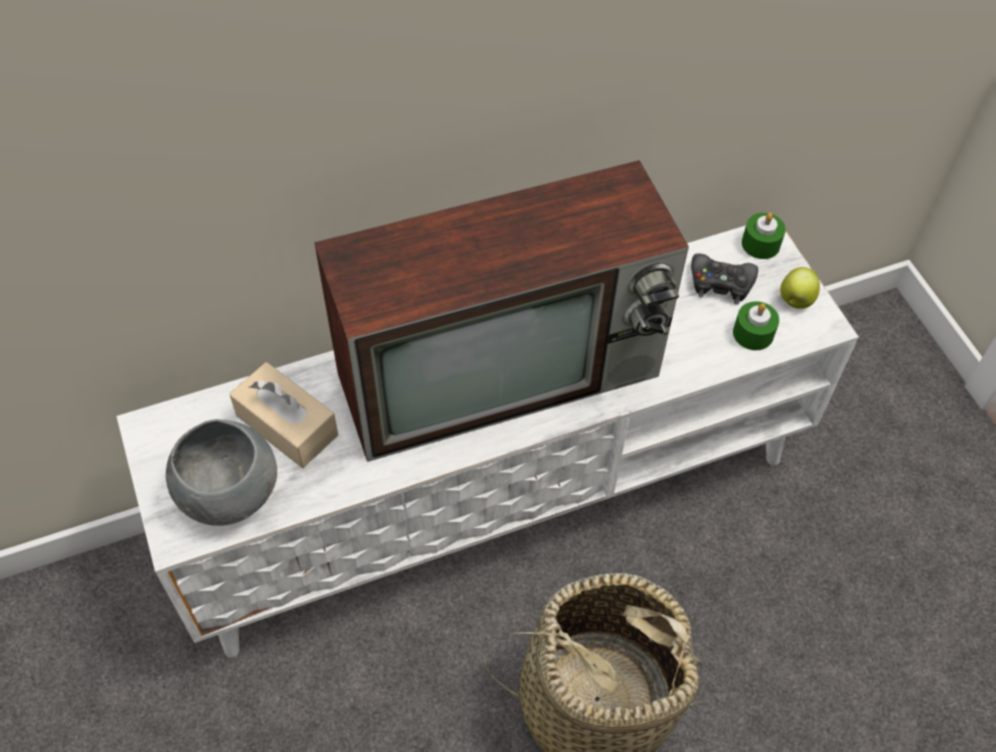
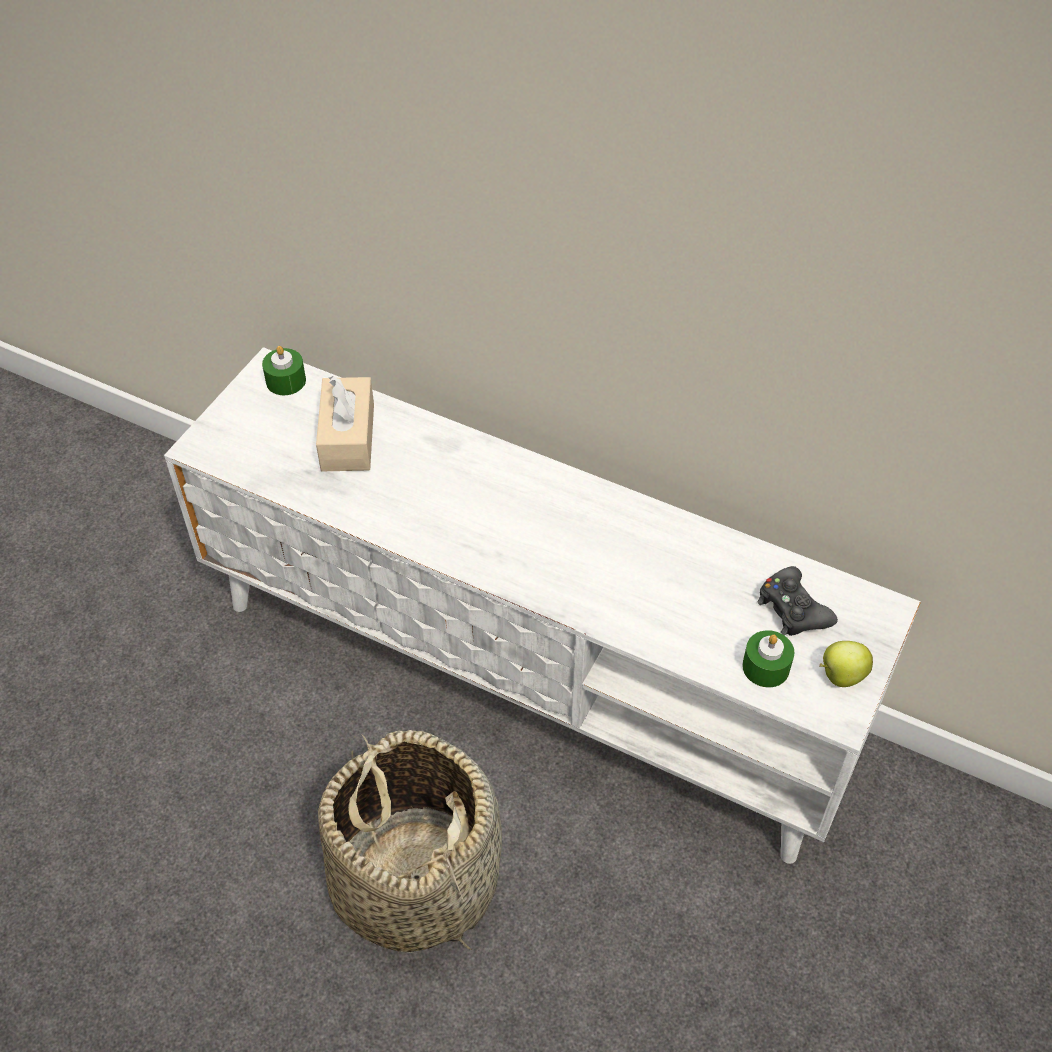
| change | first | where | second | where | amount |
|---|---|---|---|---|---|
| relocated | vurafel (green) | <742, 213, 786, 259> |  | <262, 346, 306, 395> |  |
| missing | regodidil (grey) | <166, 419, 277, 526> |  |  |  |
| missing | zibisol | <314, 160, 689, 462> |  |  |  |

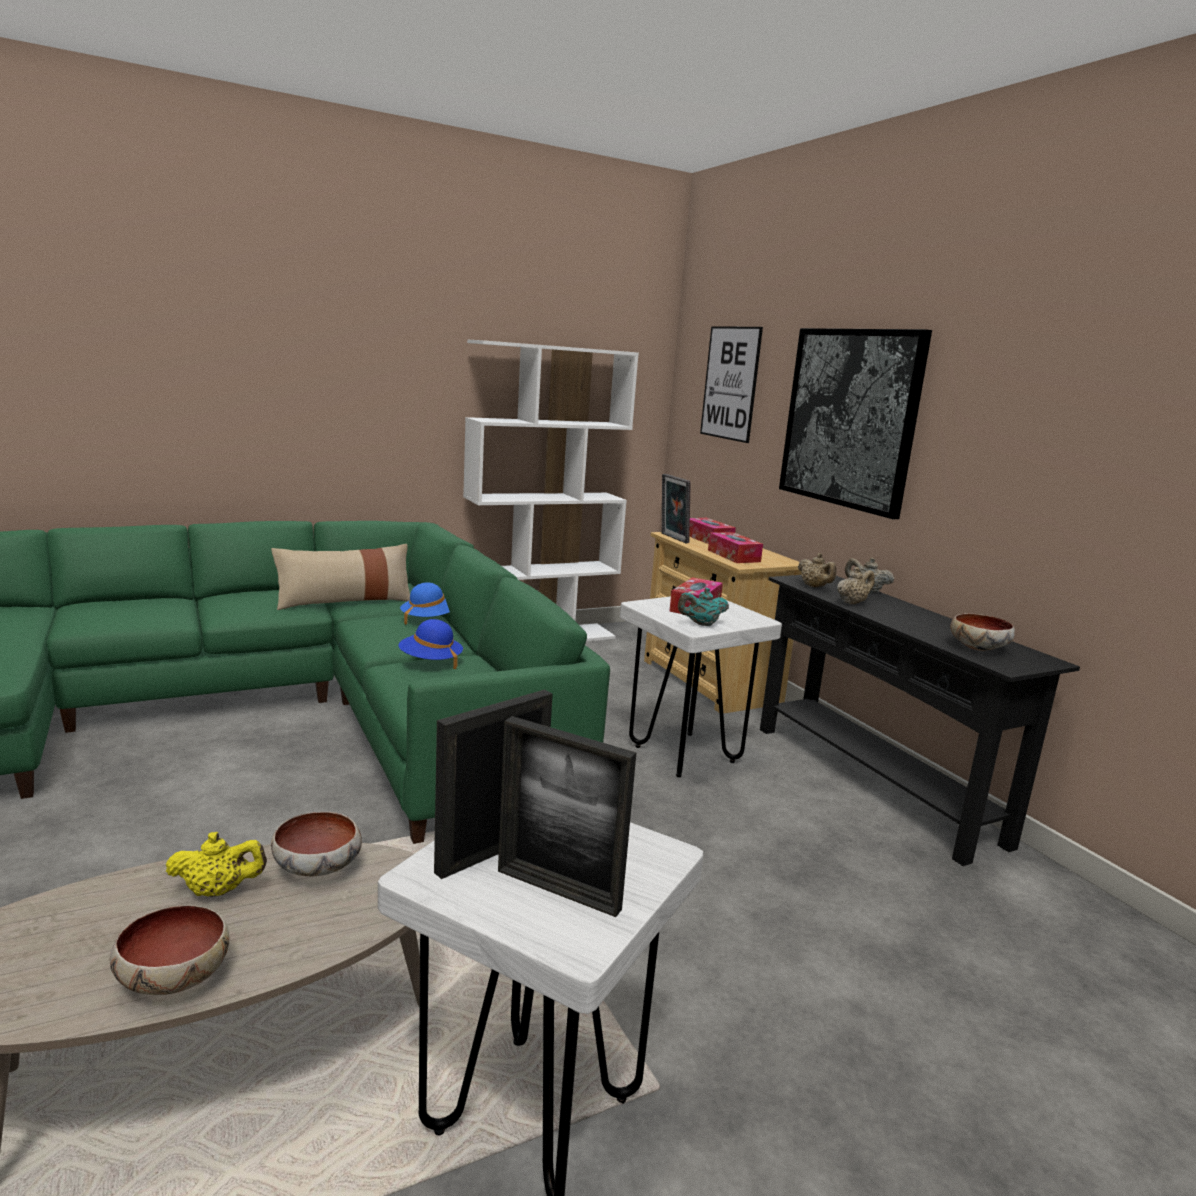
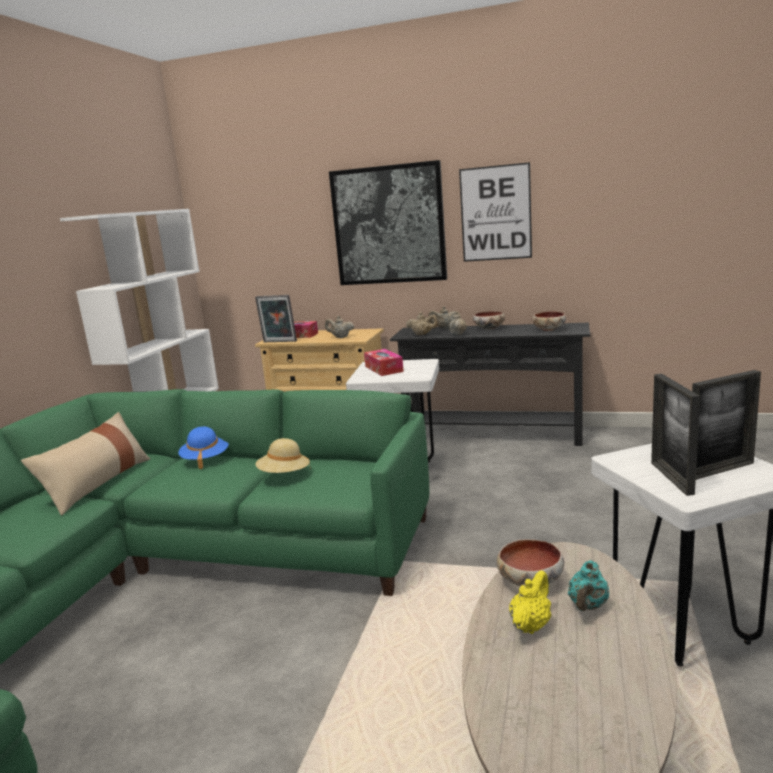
| change | first | where | second | where | amount |
|---|---|---|---|---|---|
| colour | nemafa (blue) | <398, 619, 463, 669> | nemafa (beige) | <255, 438, 311, 473> |  |
| exchanged | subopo | <708, 532, 763, 563> | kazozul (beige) | <325, 316, 354, 338> |  |
| relocated | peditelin | <700, 326, 763, 443> |  | <459, 162, 532, 262> |  |
| relocated | regodidil | <110, 905, 229, 995> |  | <473, 311, 505, 329> |  |
| relocated | kazozul (turquoise) | <678, 588, 729, 626> |  | <568, 560, 609, 611> |  |

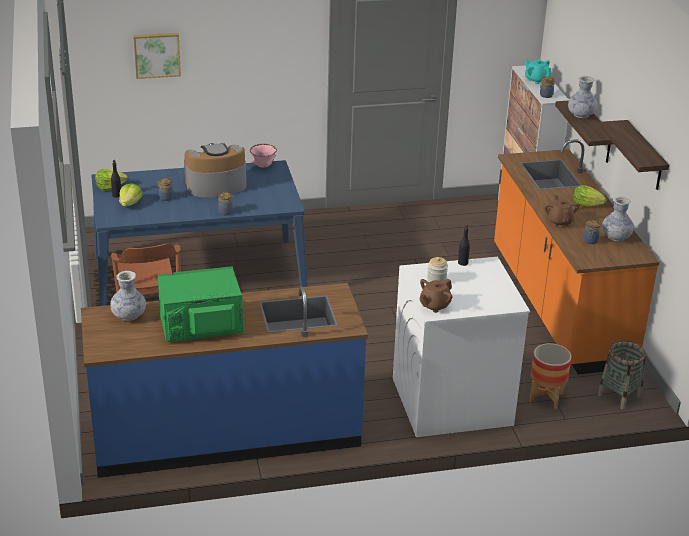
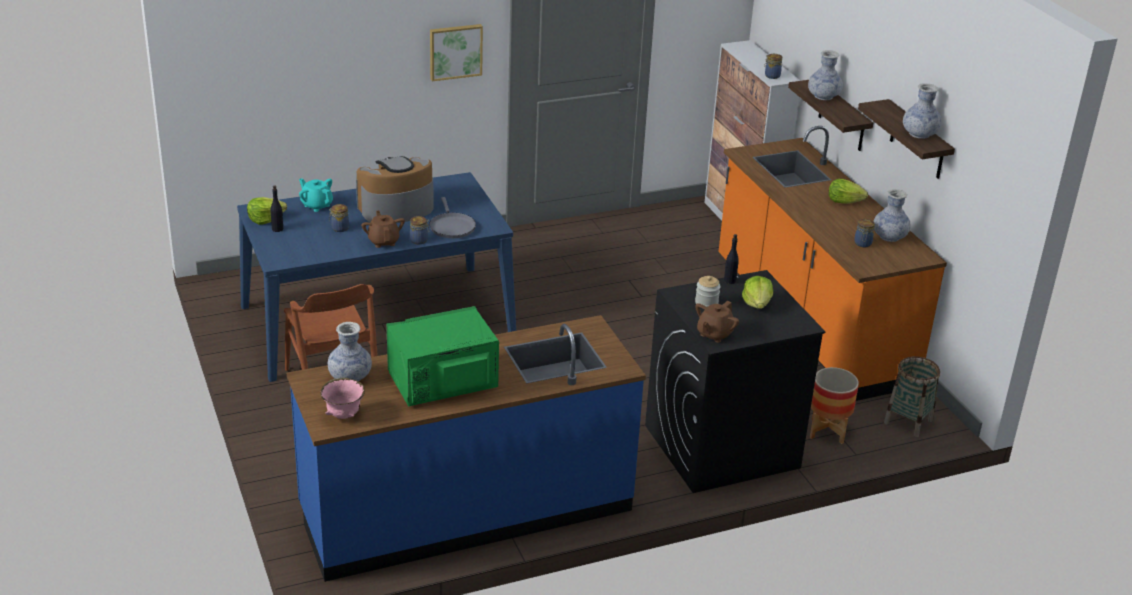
| change | first | where | second | where | amount |
|---|---|---|---|---|---|
| relocated | kazozul (turquoise) | <525, 59, 551, 84> |  | <299, 178, 333, 212> |  |
| relocated | regodidil (pink) | <250, 144, 277, 168> |  | <320, 378, 365, 419> |  |
| relocated | kazozul (brown) | <544, 195, 580, 226> |  | <361, 210, 405, 248> |  |
| appeared |  |  | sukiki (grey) | <429, 197, 476, 238> |  |
| relocated | peditelin | <133, 33, 181, 79> |  | <430, 24, 483, 81> |  |
| colour | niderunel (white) | <393, 257, 530, 437> | niderunel (black) | <645, 270, 826, 493> |  |
| relocated | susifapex | <119, 183, 143, 206> |  | <742, 276, 773, 309> |  |
| appeared |  |  | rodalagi | <903, 83, 942, 139> |  |

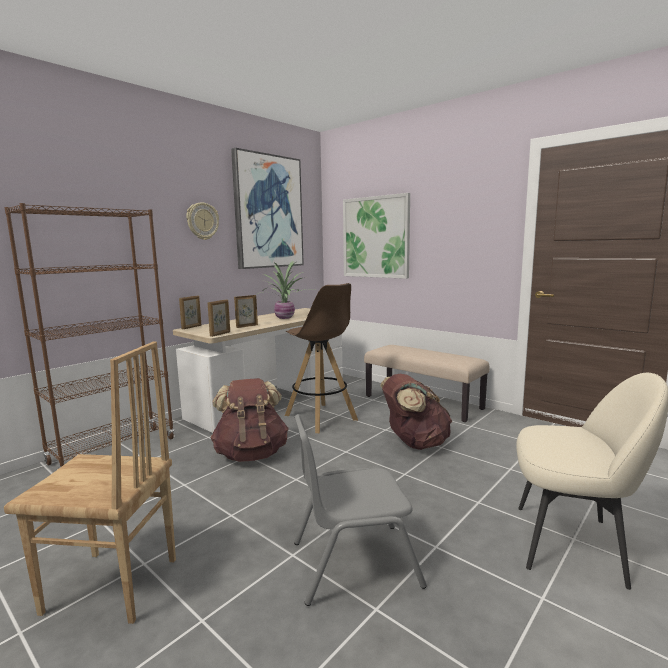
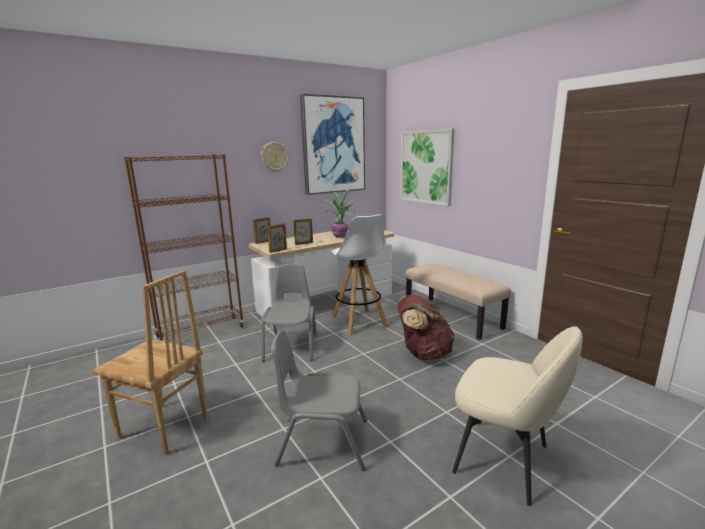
| change | first | where | second | where | amount |
|---|---|---|---|---|---|
| exchanged | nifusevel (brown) | <211, 378, 289, 462> | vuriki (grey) | <261, 264, 316, 362> |  |
| colour | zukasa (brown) | <285, 283, 358, 433> | zukasa (white) | <331, 214, 388, 335> |  |

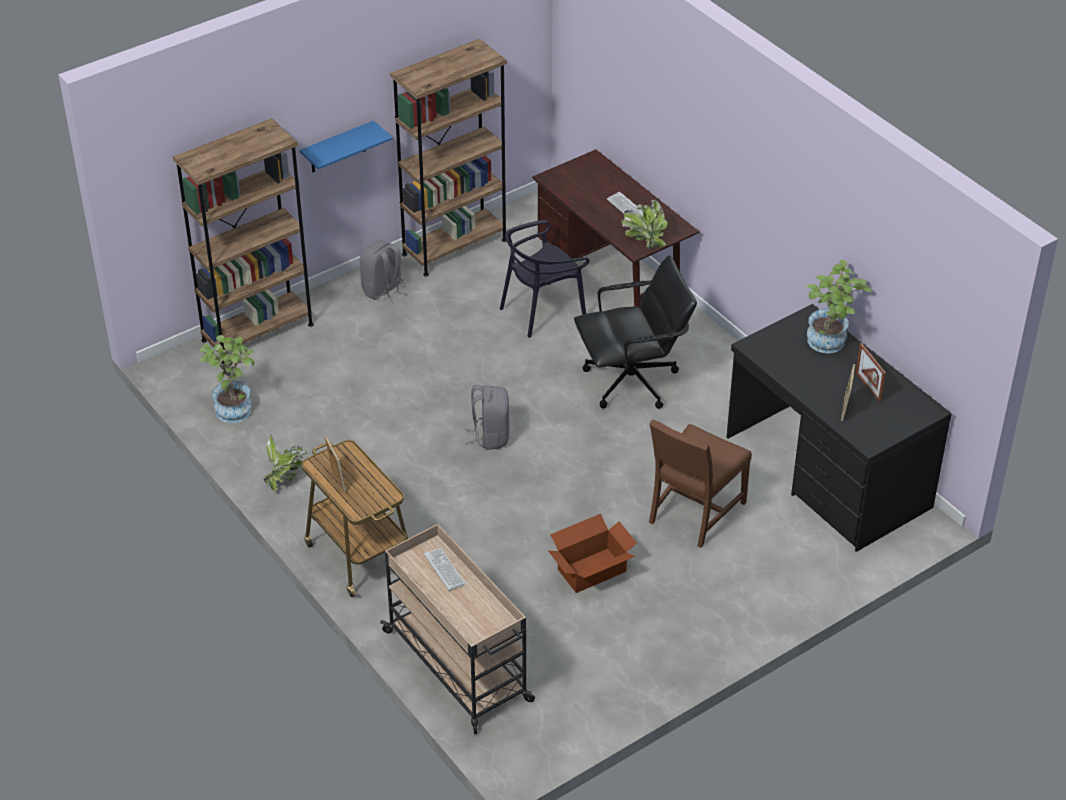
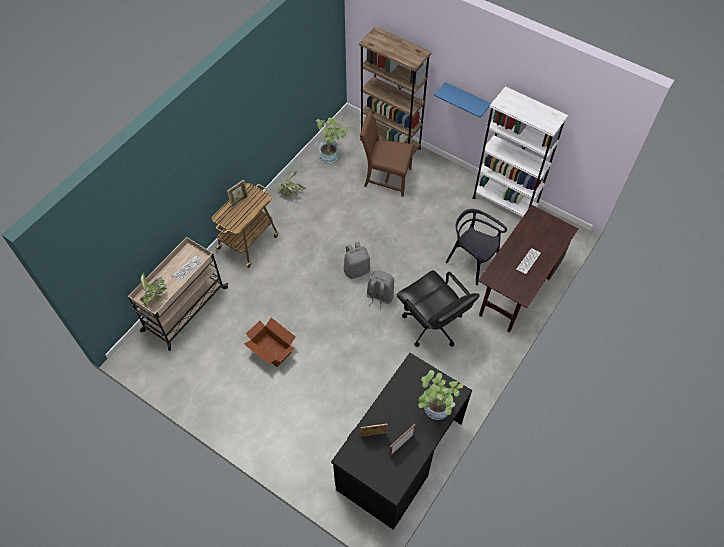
| change | first | where | second | where | amount |
|---|---|---|---|---|---|
| relocated | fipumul | <622, 200, 668, 248> |  | <140, 273, 167, 308> |  |
| relocated | vuriki (brown) | <649, 420, 752, 548> |  | <360, 111, 414, 197> |  |
| relocated | nifusevel (grey) | <360, 240, 407, 304> |  | <367, 270, 394, 310> |  |
| colour | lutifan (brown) | <390, 39, 507, 277> | lutifan (white) | <472, 86, 568, 217> |  |

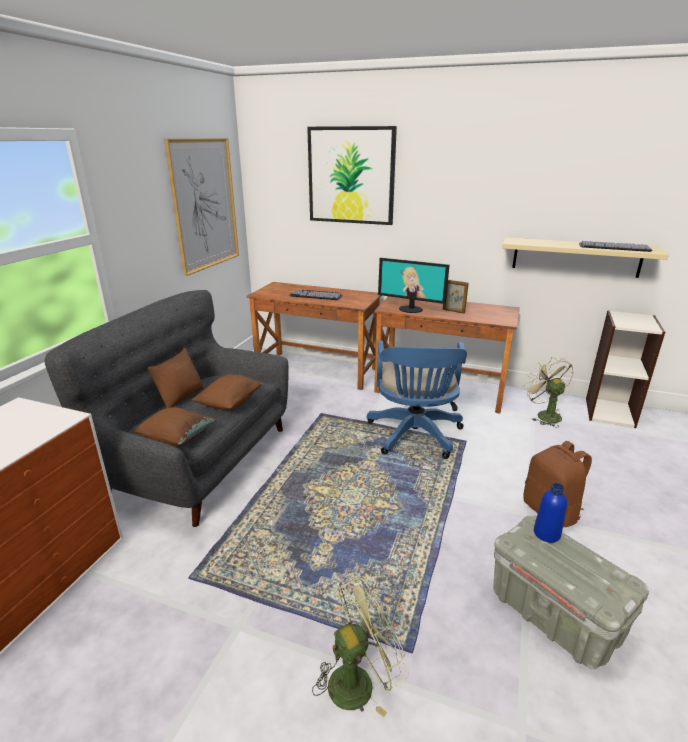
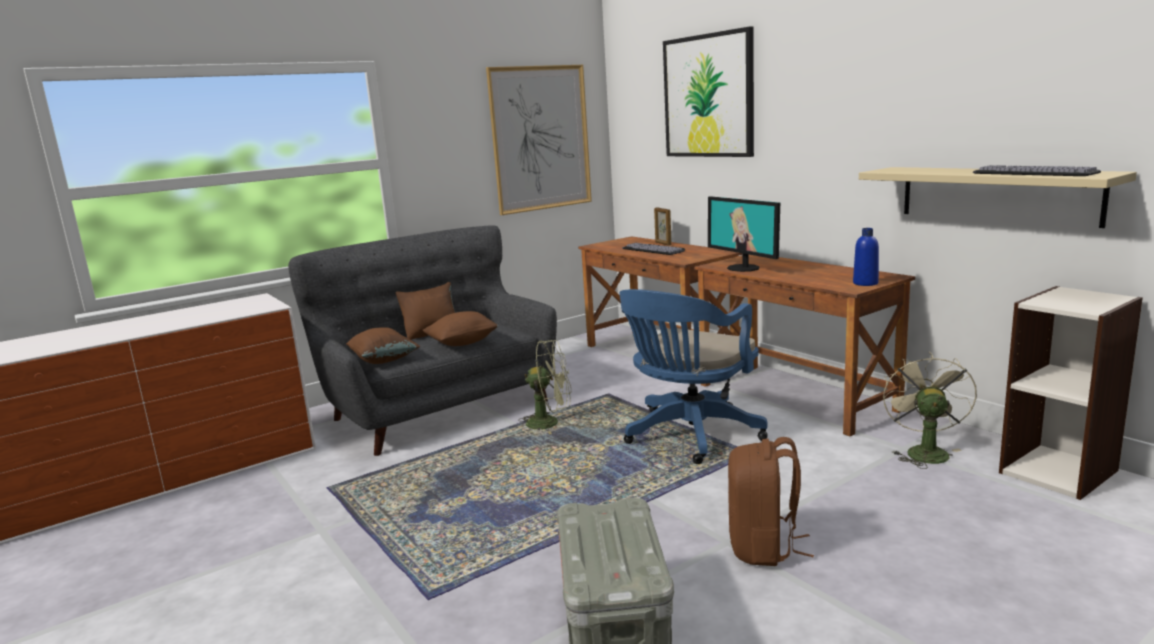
| change | first | where | second | where | amount |
|---|---|---|---|---|---|
| relocated | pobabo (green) | <312, 577, 409, 718> |  | <518, 340, 571, 434> |  |
| relocated | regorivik | <443, 280, 469, 313> |  | <654, 207, 671, 246> |  |
| relocated | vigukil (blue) | <534, 483, 567, 543> |  | <853, 228, 879, 286> |  |

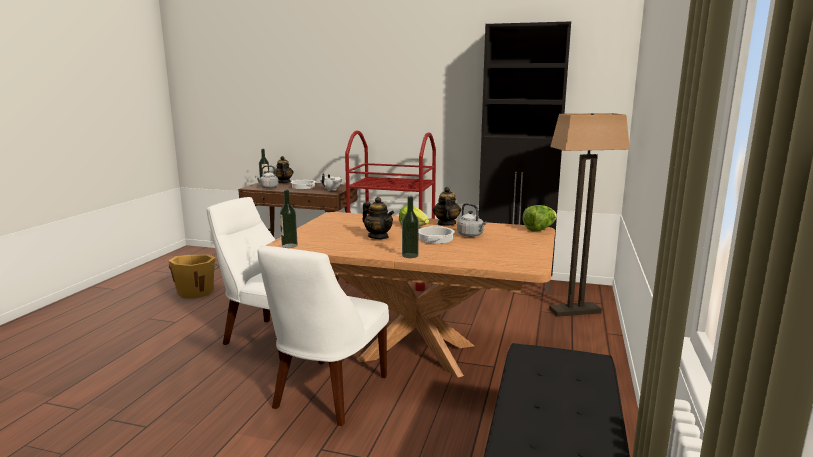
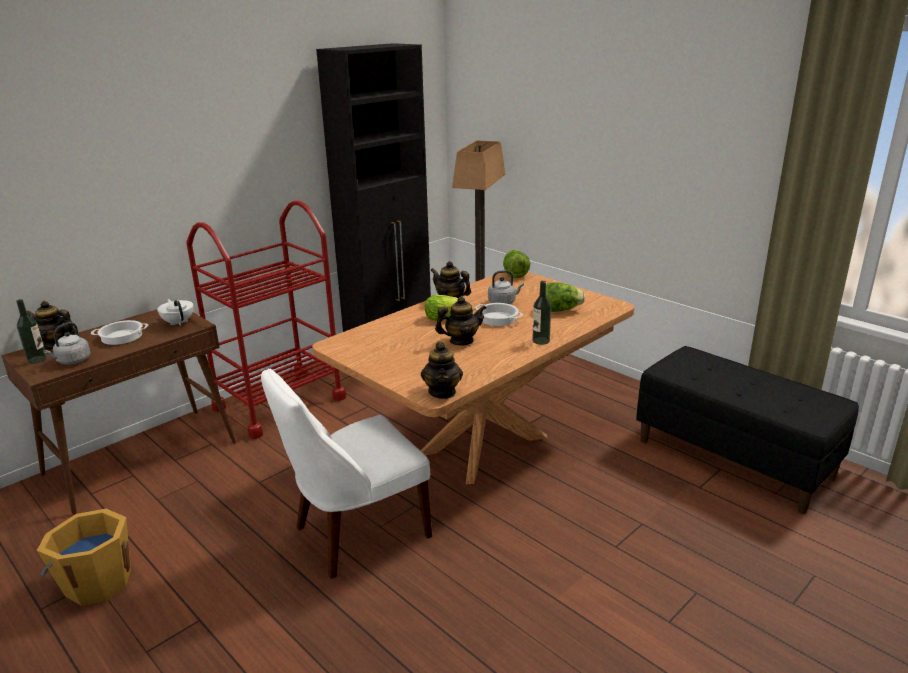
| change | first | where | second | where | amount |
|---|---|---|---|---|---|
| exchanged | vigukil | <280, 190, 298, 248> | kazozul | <421, 342, 463, 399> |  |
| appeared |  |  | susifapex | <546, 282, 585, 312> |  |
| missing | vuriki (white) | <258, 246, 389, 426> |  |  |  |

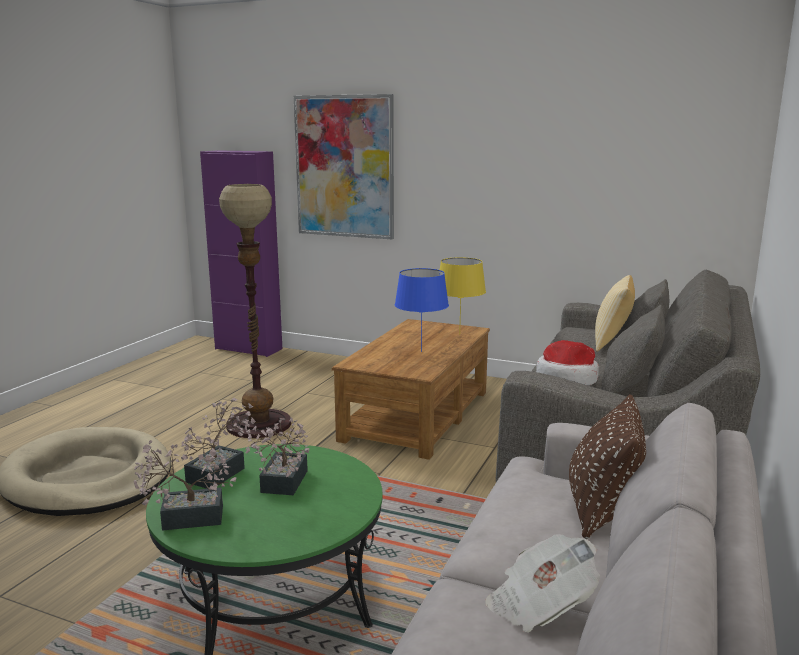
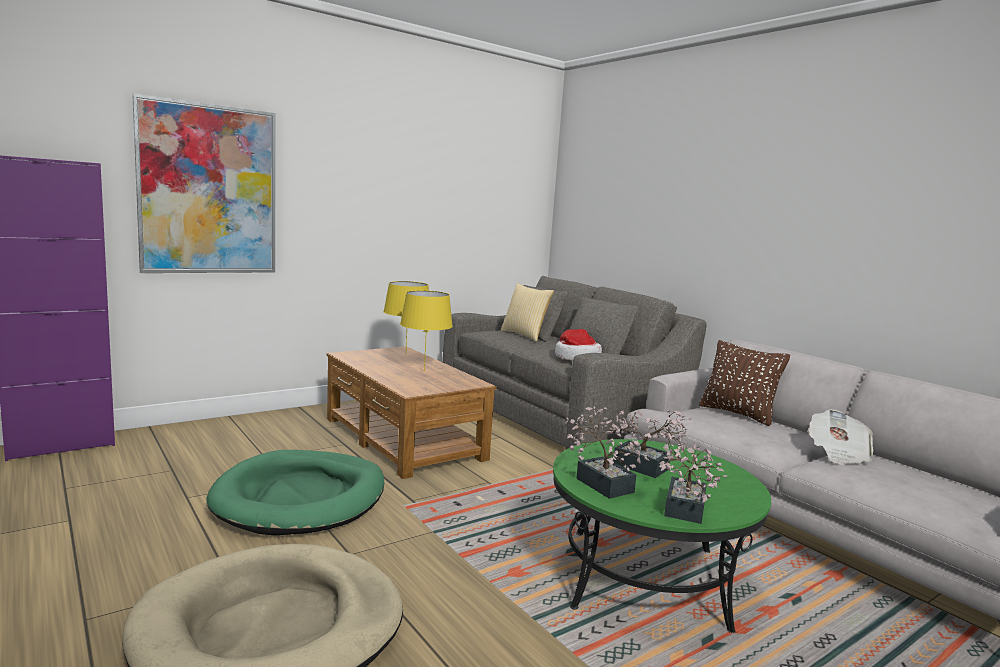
| change | first | where | second | where | amount |
|---|---|---|---|---|---|
| exchanged | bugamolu | <219, 184, 291, 438> | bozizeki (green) | <206, 450, 384, 535> |  |
| colour | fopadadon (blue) | <395, 268, 449, 352> | fopadadon (yellow) | <400, 290, 453, 371> |  |

